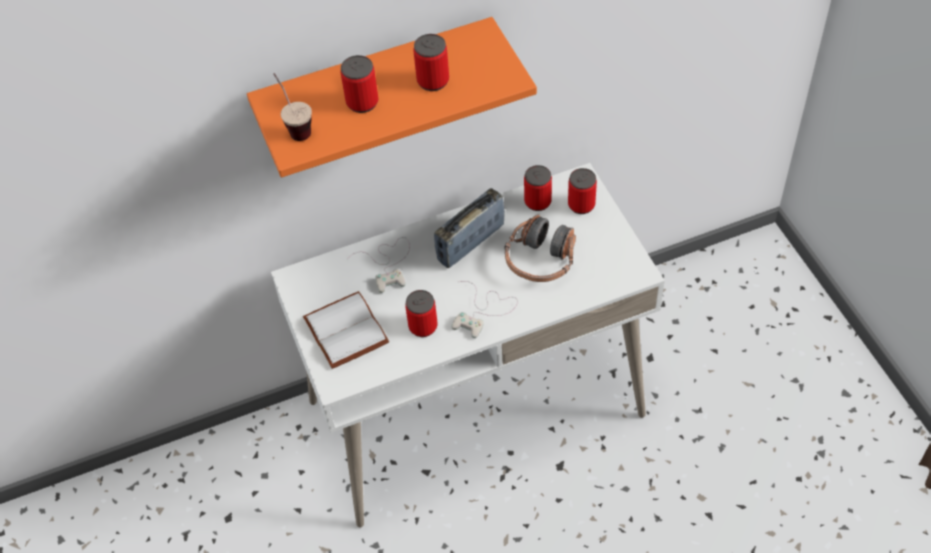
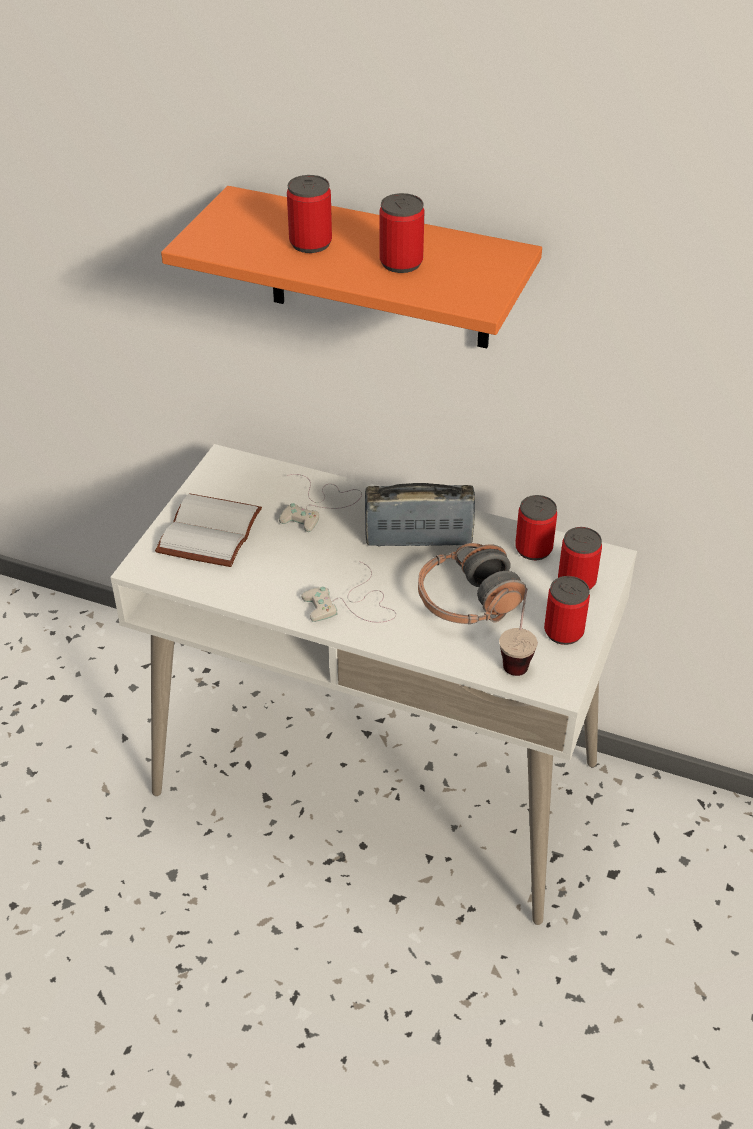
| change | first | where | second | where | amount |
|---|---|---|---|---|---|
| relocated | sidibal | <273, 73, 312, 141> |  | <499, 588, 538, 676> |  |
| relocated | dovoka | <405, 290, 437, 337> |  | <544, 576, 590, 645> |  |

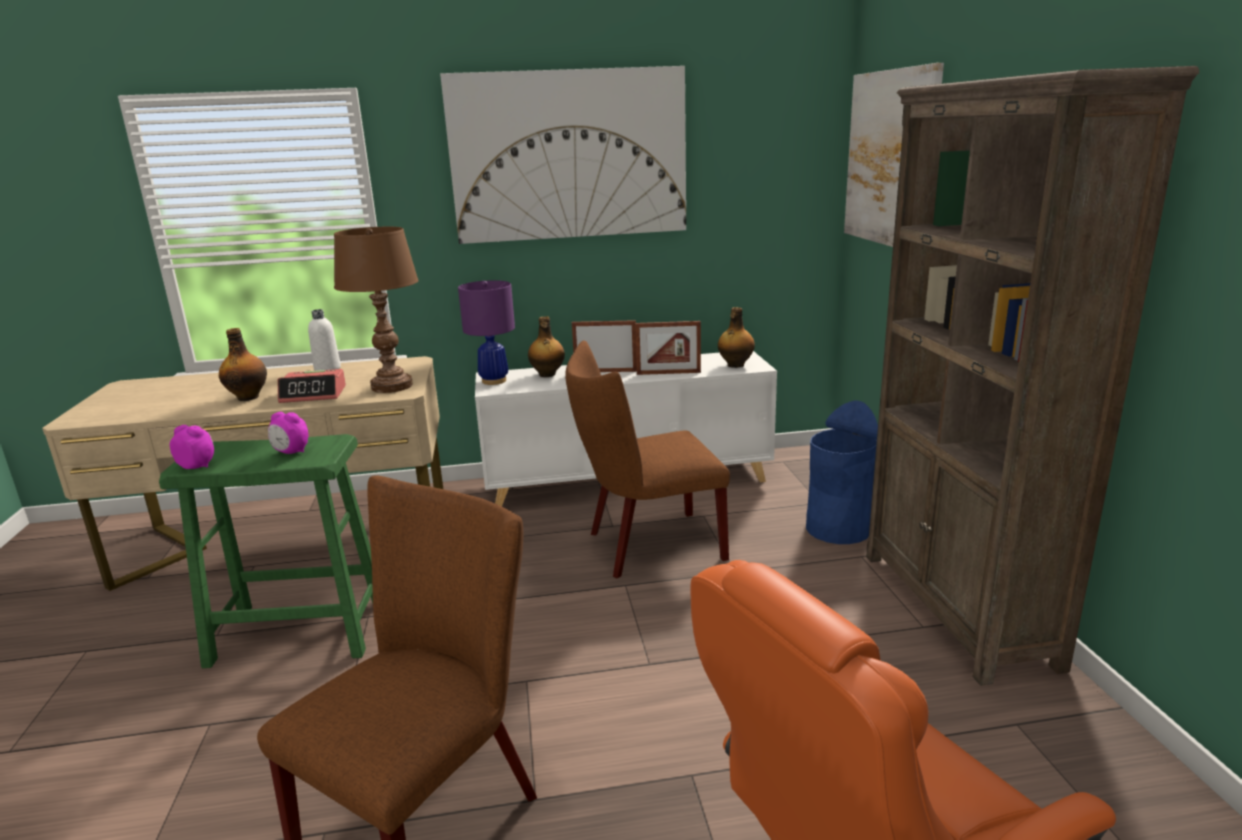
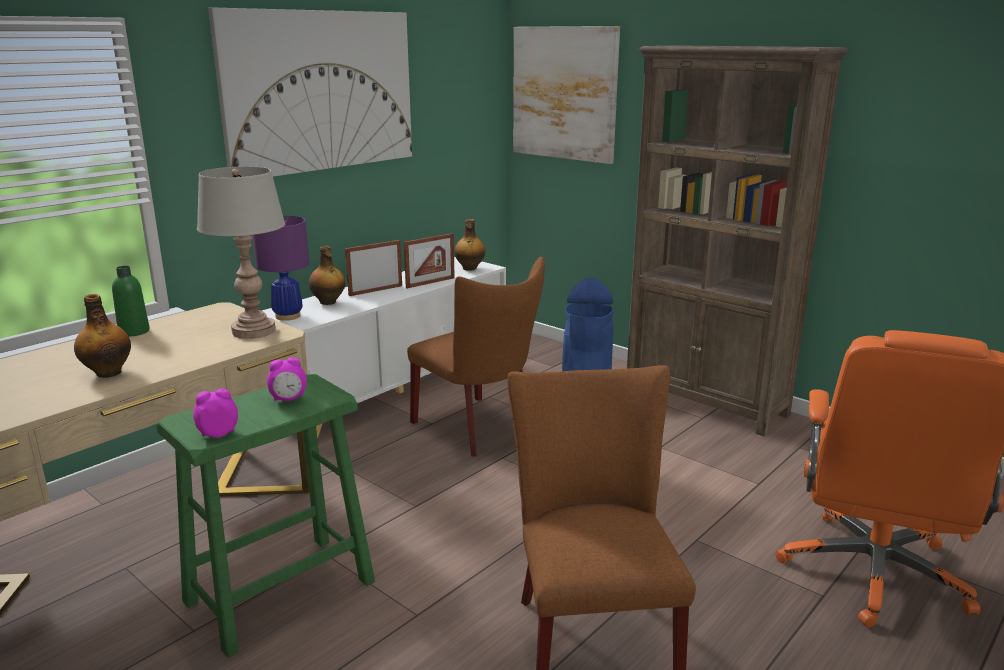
| change | first | where | second | where | amount |
|---|---|---|---|---|---|
| colour | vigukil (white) | <308, 309, 341, 371> | vigukil (green) | <112, 266, 149, 337> |  |
| colour | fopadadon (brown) | <334, 227, 419, 393> | fopadadon (grey) | <197, 166, 285, 339> |  |
| spun | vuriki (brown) | <565, 341, 730, 579> |  | <407, 257, 545, 456> | 75 degrees counterclockwise |
| missing | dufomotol | <278, 369, 346, 403> |  |  |  |

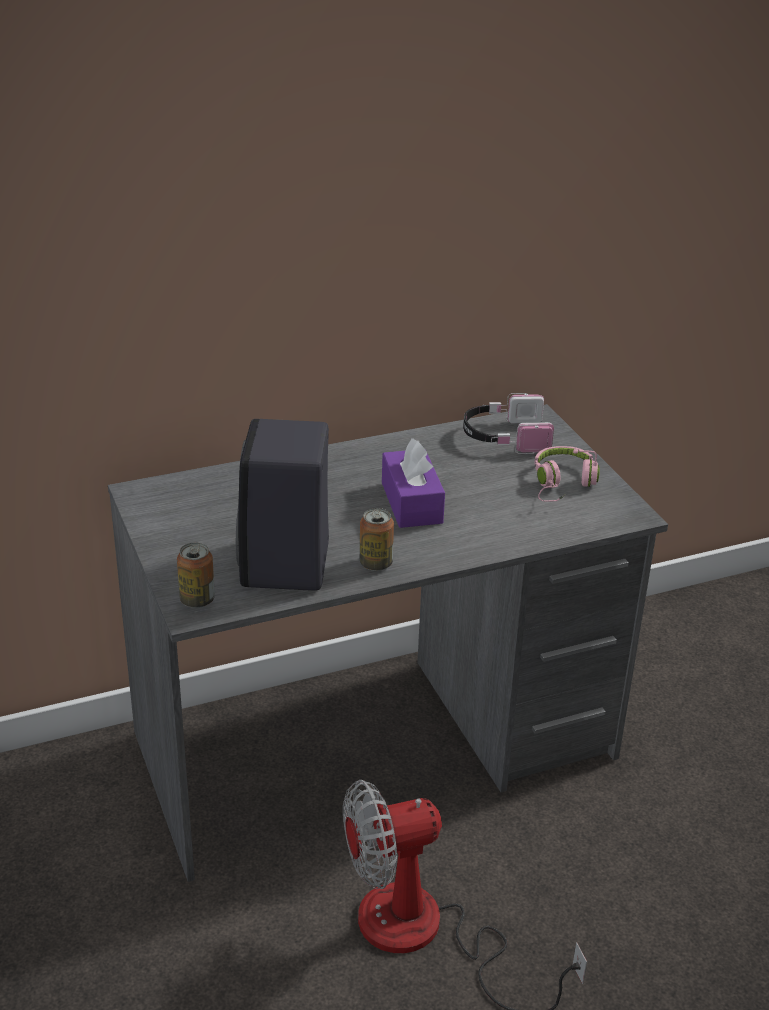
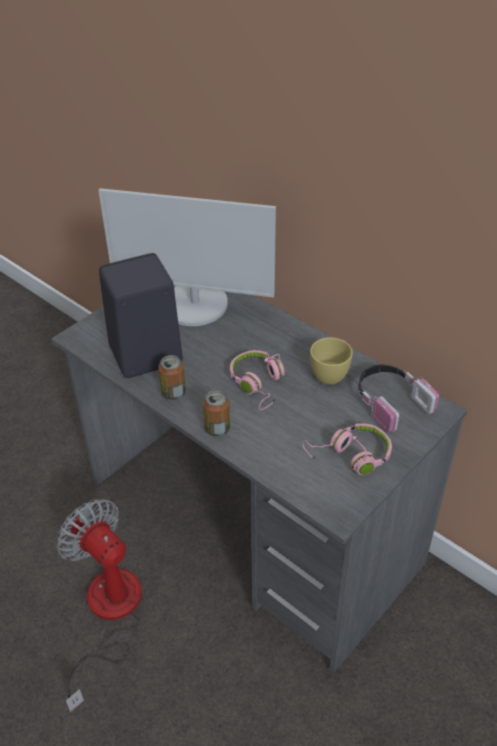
| change | first | where | second | where | amount |
|---|---|---|---|---|---|
| appeared |  |  | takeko | <98, 188, 276, 326> |  |
| relocated | dovoka | <177, 543, 215, 608> |  | <203, 390, 230, 436> |  |
| exchanged | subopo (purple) | <382, 438, 445, 528> | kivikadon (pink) | <230, 350, 285, 410> |  |
| appeared |  |  | sidibal (yellow) | <310, 337, 353, 385> |  |

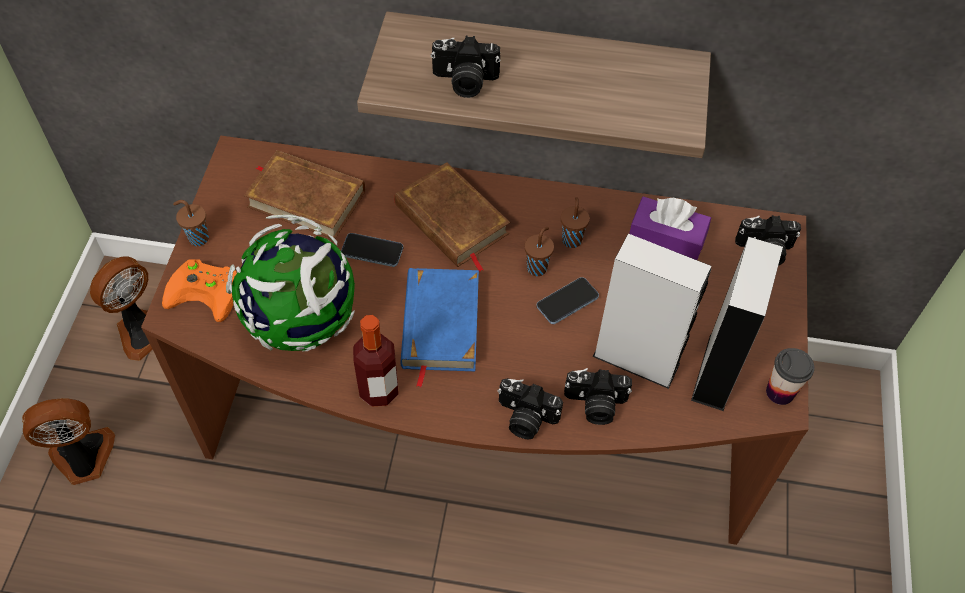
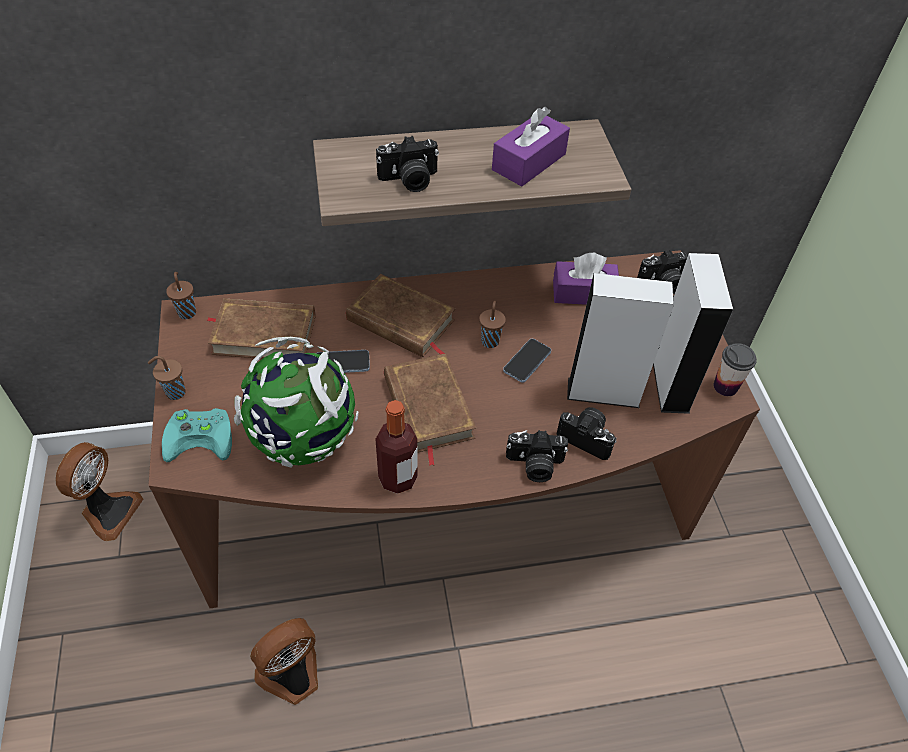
| change | first | where | second | where | amount |
|---|---|---|---|---|---|
| colour | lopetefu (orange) | <162, 259, 237, 322> | lopetefu (turquoise) | <162, 408, 232, 462> |  |
| relocated | sidibal (brown) | <561, 197, 590, 248> |  | <166, 272, 196, 319> |  |
| relocated | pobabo | <22, 398, 115, 485> |  | <250, 618, 318, 705> |  |
| colour | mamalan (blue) | <401, 268, 479, 387> | mamalan (brown) | <384, 353, 476, 466> |  |
| appeared |  |  | subopo (purple) | <492, 107, 570, 187> |  |
| spun | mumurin | <564, 368, 632, 425> |  | <557, 407, 617, 460> | 135 degrees counterclockwise |

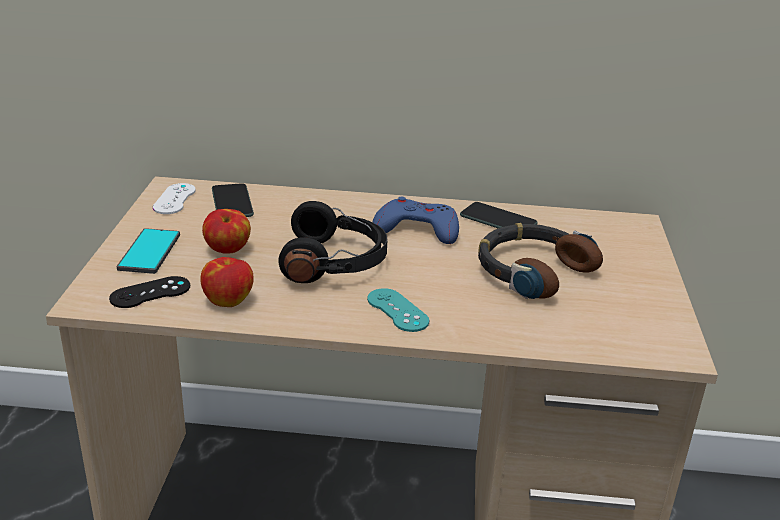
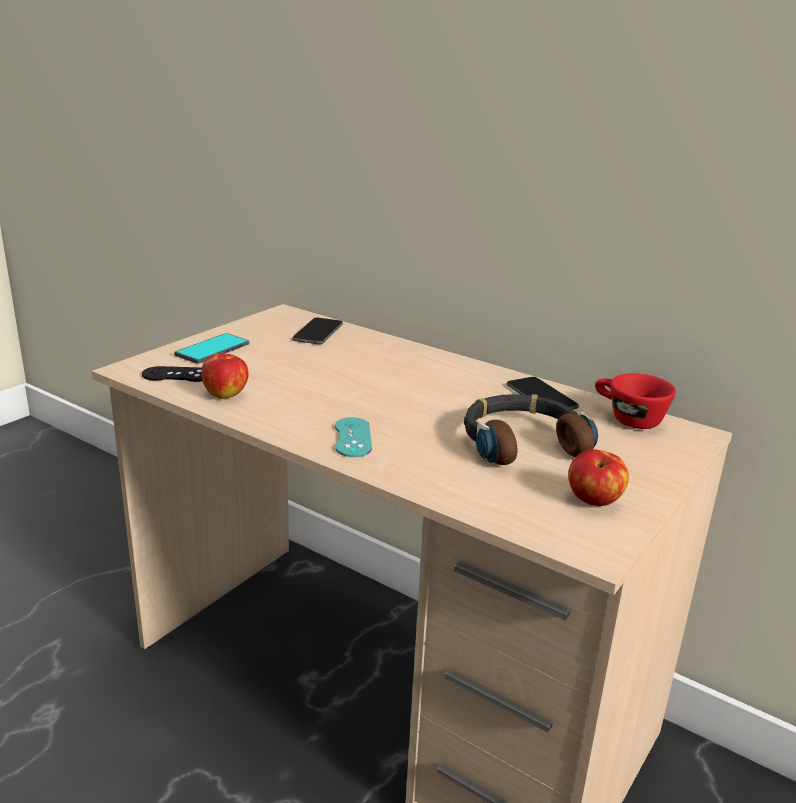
| change | first | where | second | where | amount |
|---|---|---|---|---|---|
| relocated | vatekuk | <202, 209, 251, 254> |  | <568, 449, 629, 506> |  |
| appeared |  |  | sidibal (red) | <595, 373, 676, 429> |  |
| missing | lopetefu (white) | <153, 183, 196, 214> |  |  |  |
| missing | kivikadon (black) | <279, 201, 387, 283> |  |  |  |
| missing | lopetefu (blue) | <373, 197, 459, 244> |  |  |  |

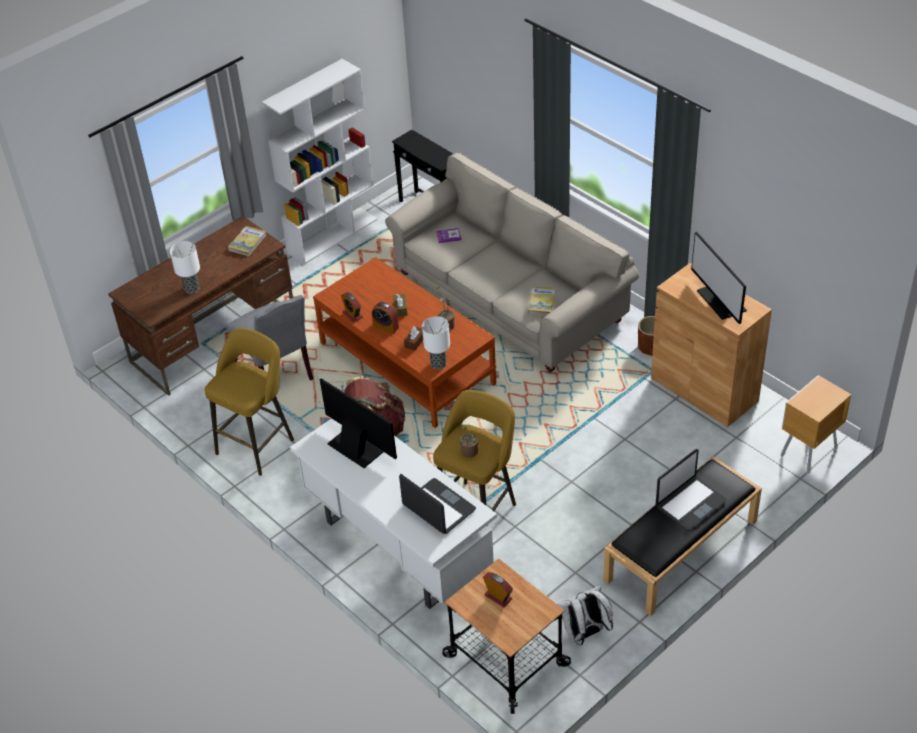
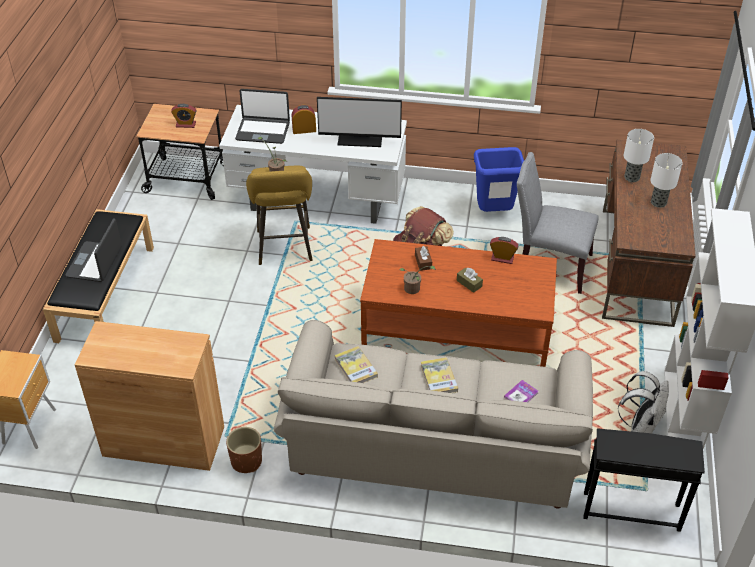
| change | first | where | second | where | amount |
|---|---|---|---|---|---|
| relocated | dufomotol | <372, 302, 399, 334> |  | <292, 105, 316, 134> |  |
| relocated | mamalan | <228, 226, 266, 256> |  | <420, 357, 458, 393> |  |
| exchanged | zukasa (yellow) | <205, 328, 294, 476> | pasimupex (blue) | <474, 147, 524, 212> |  |
| relocated | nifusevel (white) | <557, 585, 613, 645> |  | <618, 371, 669, 434> |  |
| relocated | fopadadon | <422, 316, 450, 369> |  | <650, 153, 683, 208> |  |
| missing | takeko | <691, 232, 747, 324> |  |  |  |

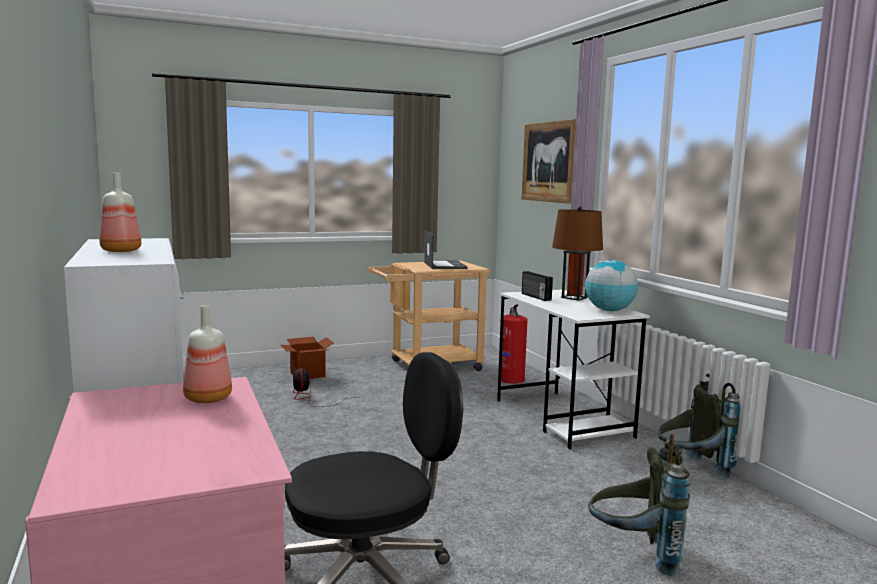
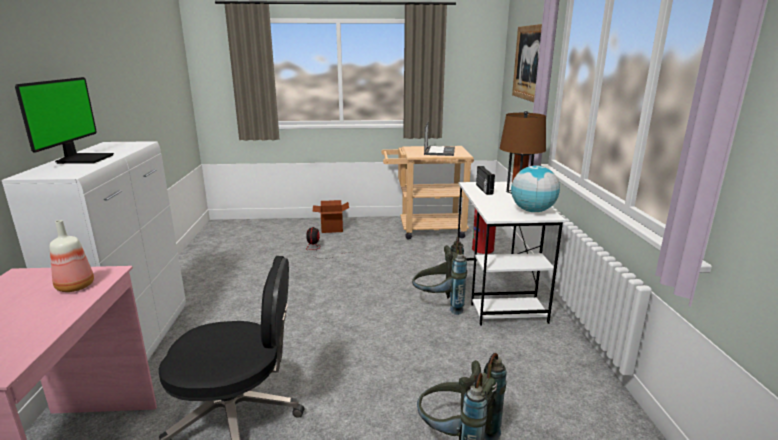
| change | first | where | second | where | amount |
|---|---|---|---|---|---|
| exchanged | vigukil | <99, 172, 141, 252> | takeko | <15, 77, 114, 164> |  |
| relocated | nifusevel (grey) | <658, 374, 740, 478> |  | <412, 237, 467, 315> |  |

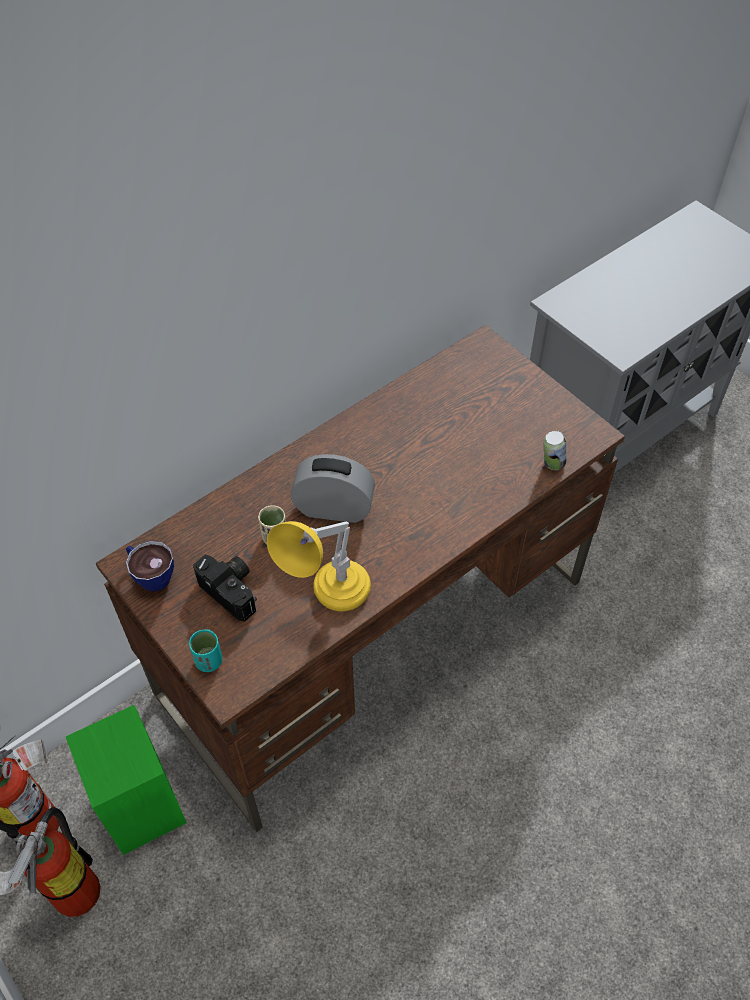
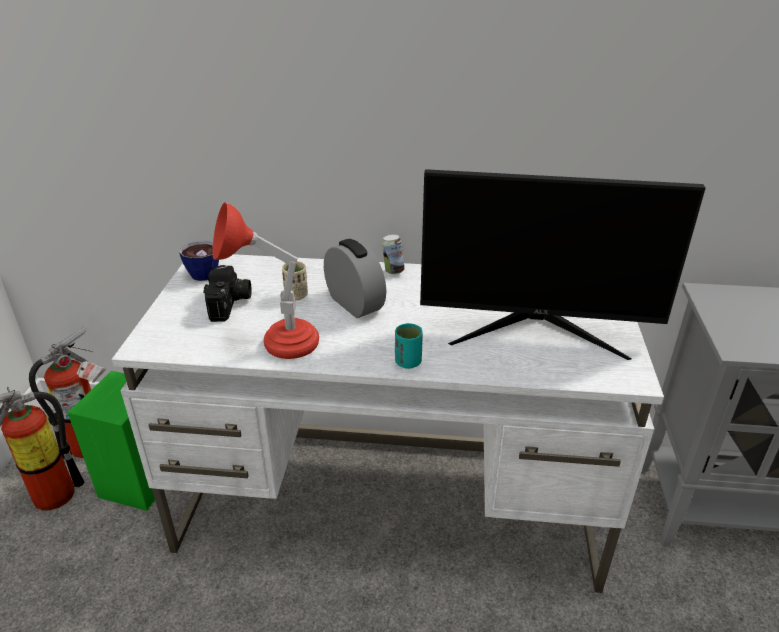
| change | first | where | second | where | amount |
|---|---|---|---|---|---|
| colour | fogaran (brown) | <96, 325, 625, 832> | fogaran (white) | <112, 254, 664, 593> |  |
| colour | fopadadon (yellow) | <267, 521, 371, 611> | fopadadon (red) | <212, 202, 319, 359> |  |
| relocated | dovoka | <543, 431, 566, 470> |  | <382, 234, 405, 275> |  |
| relocated | sidibal (turquoise) | <189, 629, 222, 672> |  | <395, 323, 423, 369> |  |
| appeared |  |  | takeko | <420, 169, 705, 360> |  |

